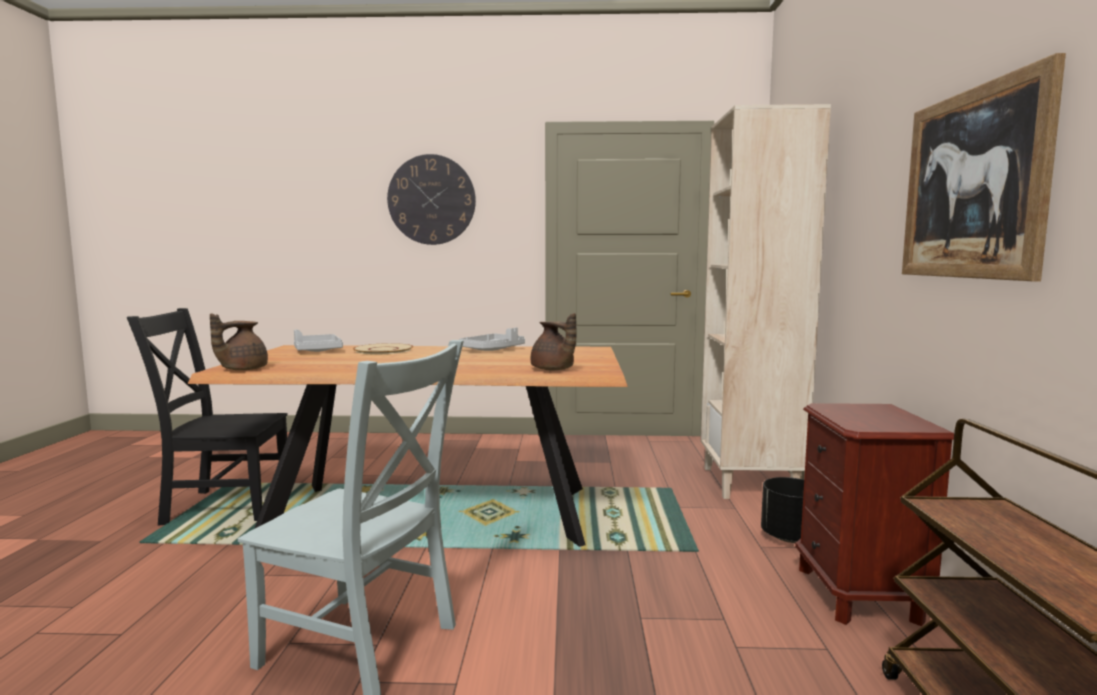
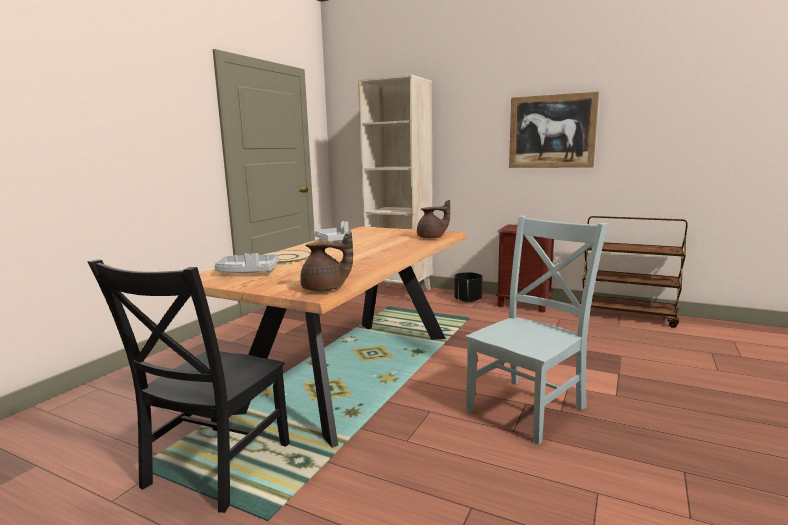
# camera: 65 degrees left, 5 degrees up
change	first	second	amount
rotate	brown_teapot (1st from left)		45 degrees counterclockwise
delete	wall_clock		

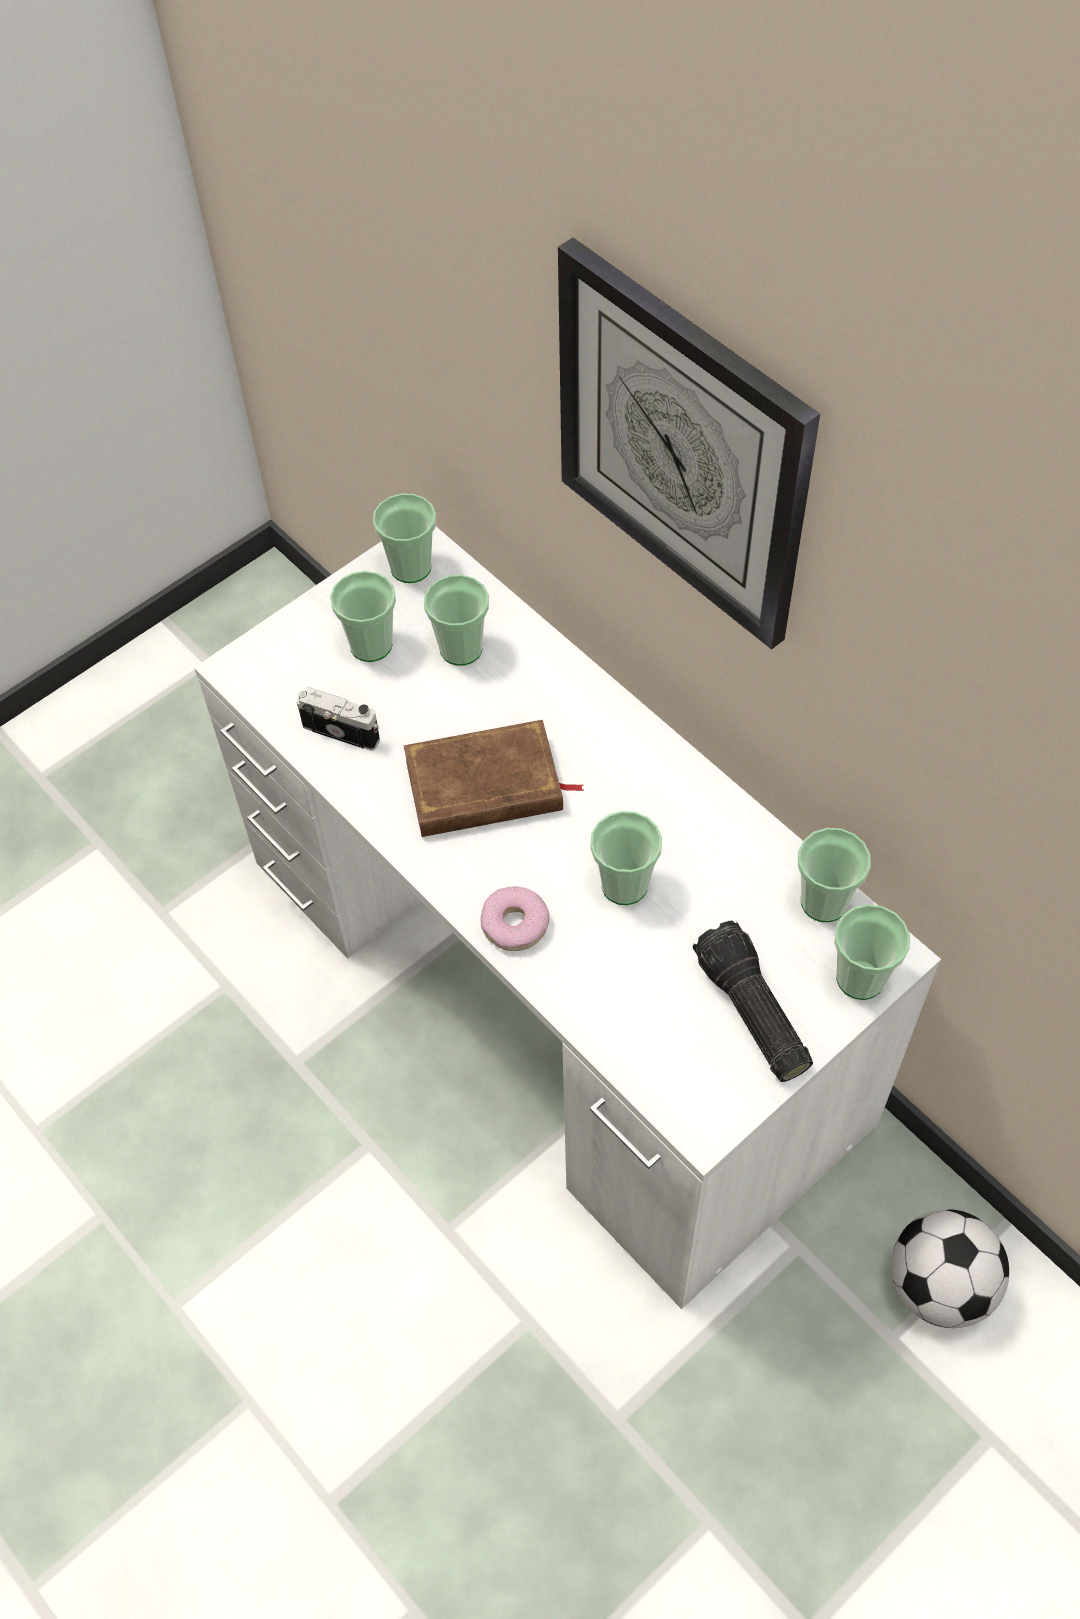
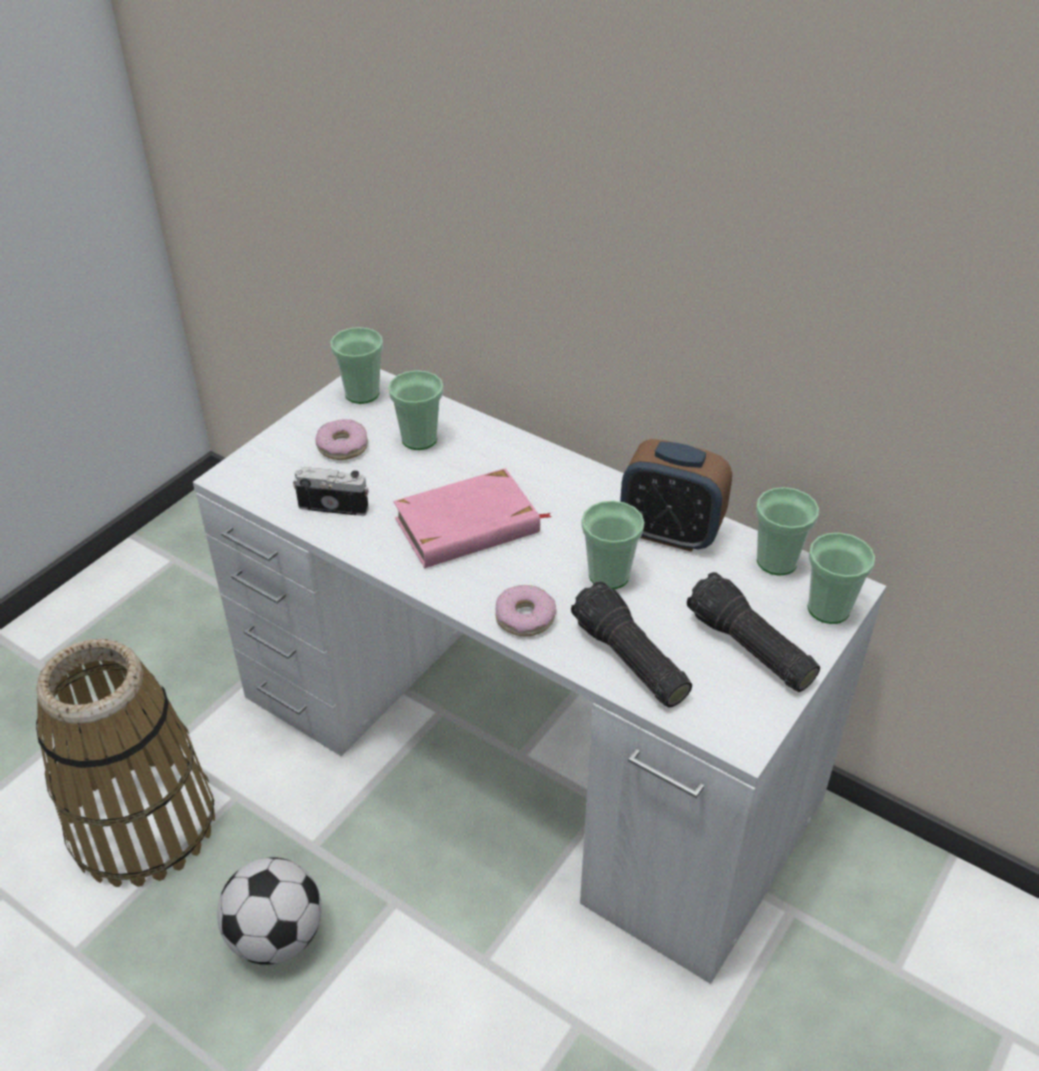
# camera: 15 degrees left, 15 degrees down
change	first	second	amount
insert		basket	
move	football		
replace	cup (1st from left)	donut (1st from left)	
recolor	brown_book	pink_book	
insert		flashlight (1st from left)	
insert		alarm_clock	
delete	wall_clock		

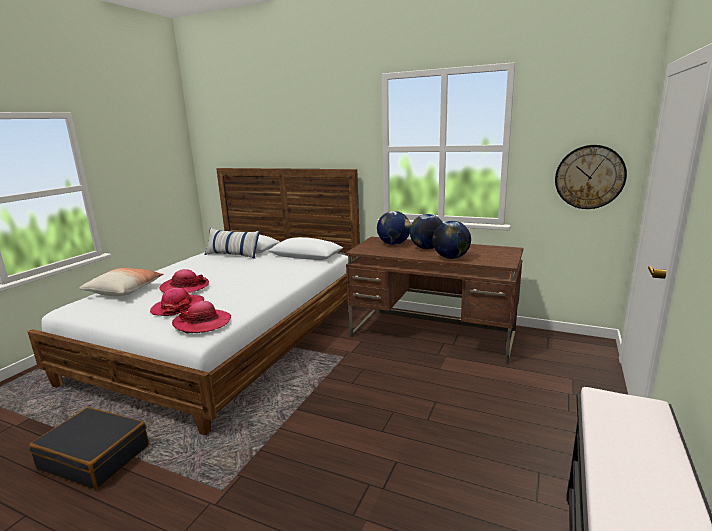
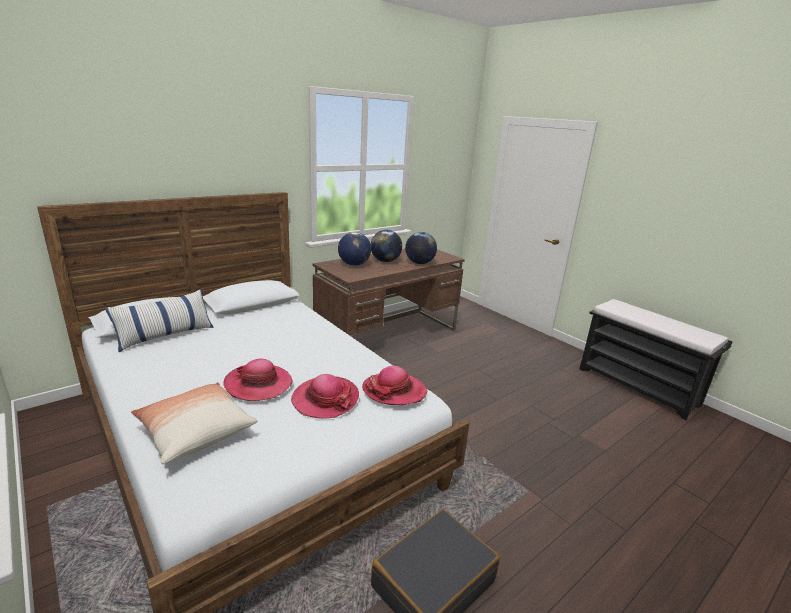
# camera: 65 degrees left, 5 degrees up
change	first	second	amount
delete	wall_clock		

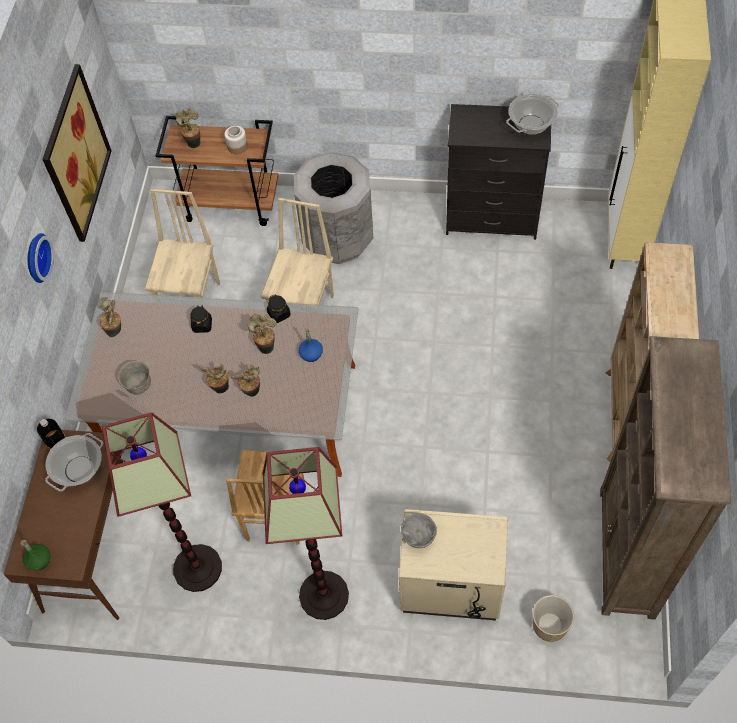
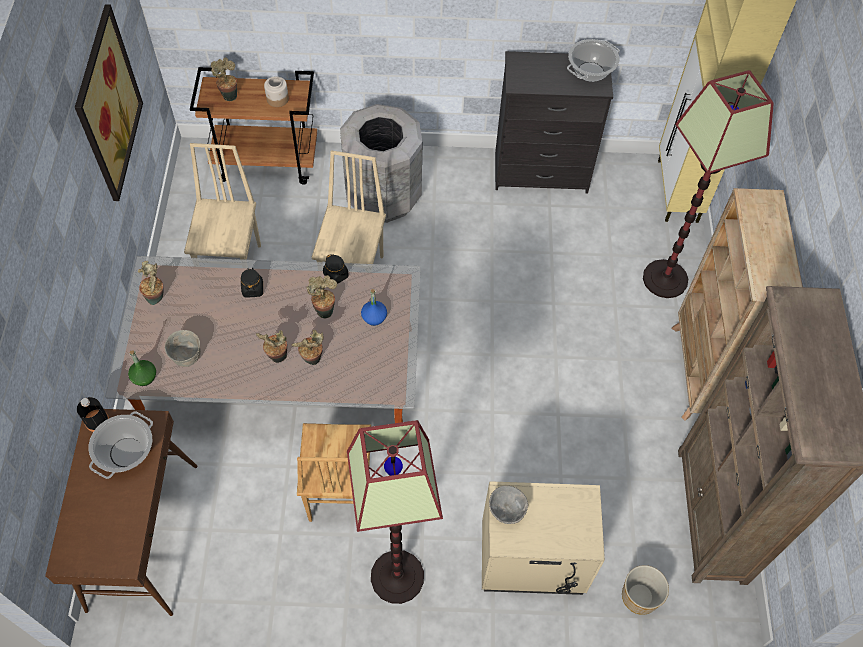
# camera: 10 degrees left, 0 degrees up
change	first	second	amount
move	green_bottle		
move	floor_lamp (1st from left in the first image)	floor_lamp (2nd from left)	
delete	wall_clock		

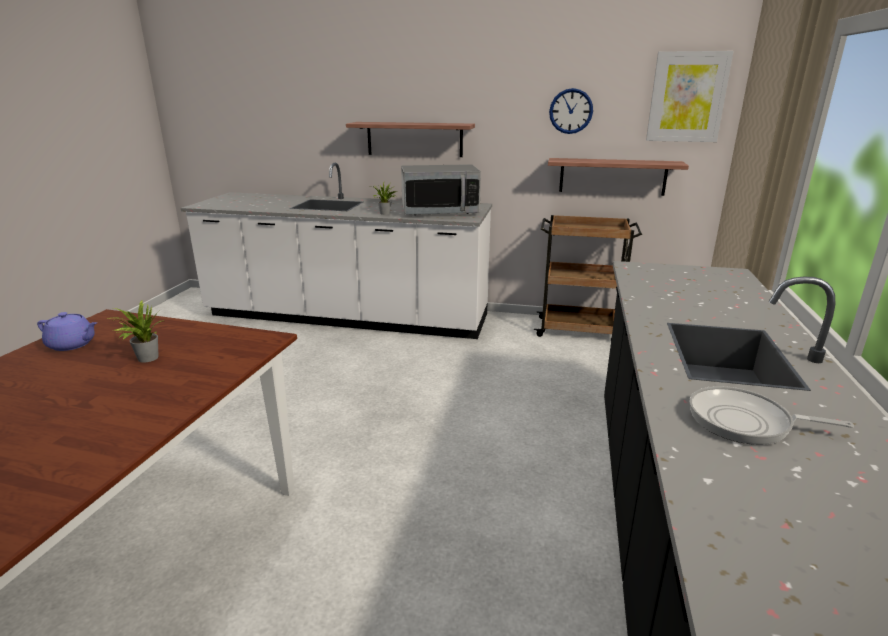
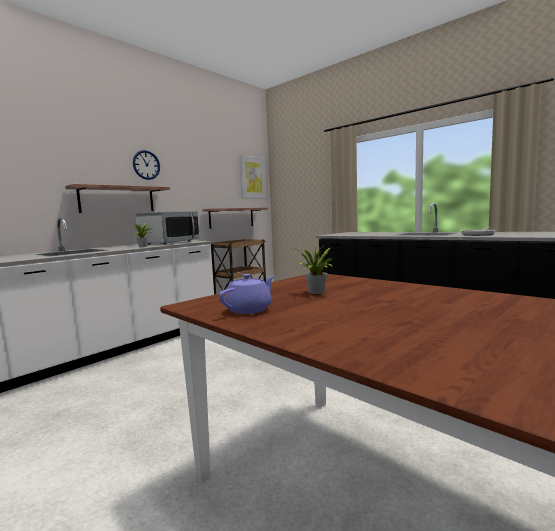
# camera: 60 degrees left, 15 degrees down
change	first	second	amount
move	wall_clock		

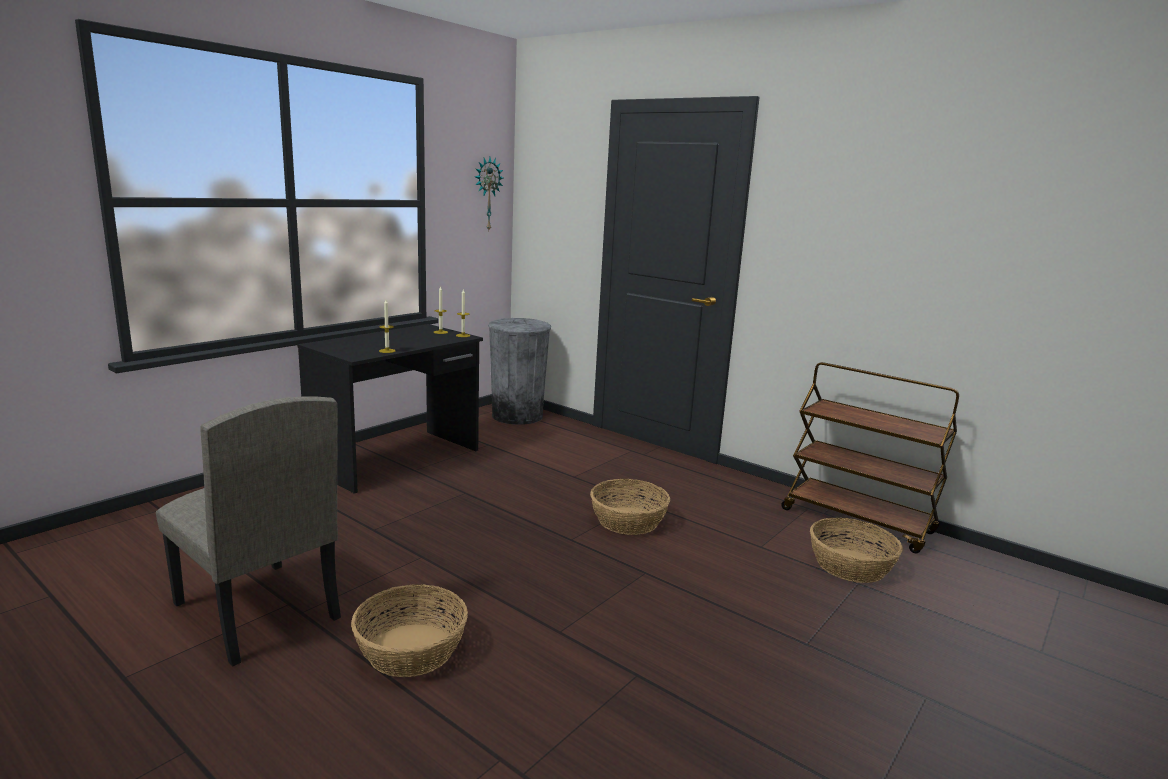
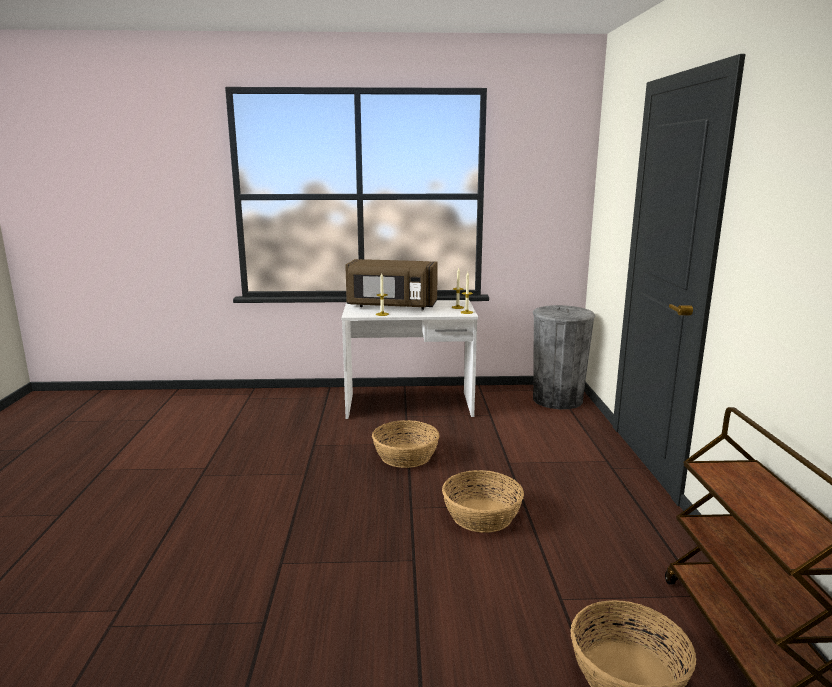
# camera: 50 degrees right, 0 degrees up
change	first	second	amount
recolor	black_desk	white_desk	
insert		brown_microwave	
move	basket (1st from left)		
delete	beige_chair		
delete	wall_clock		

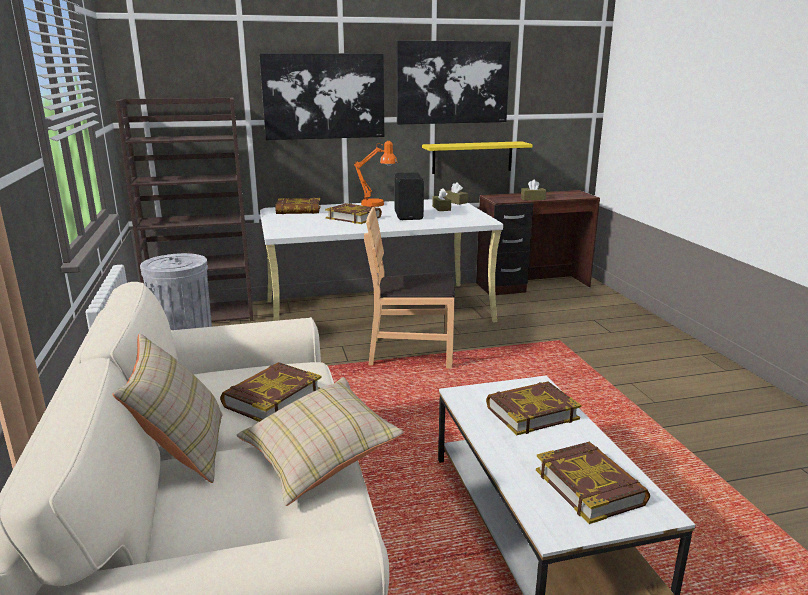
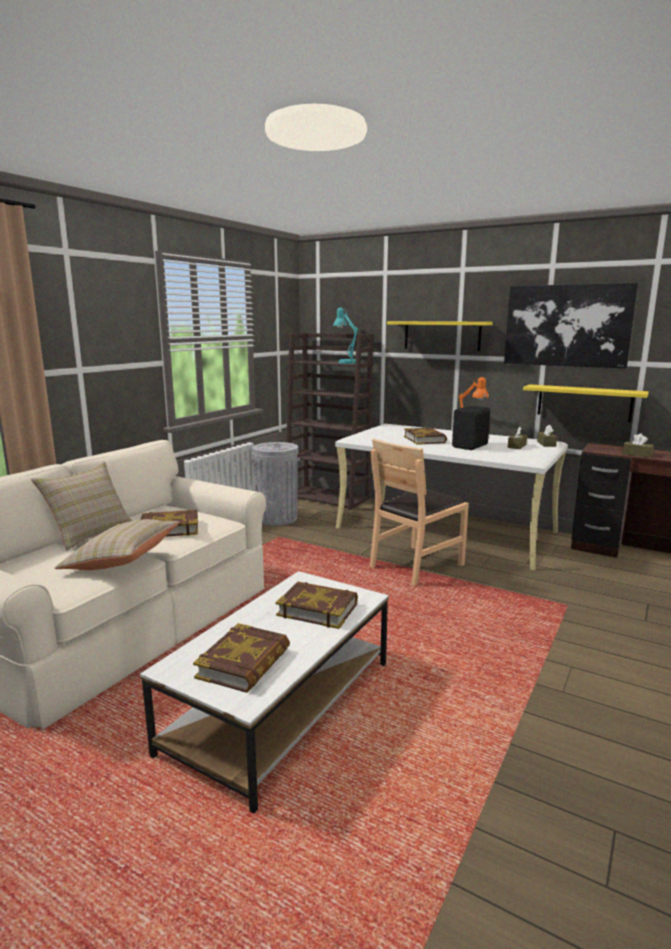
# camera: 45 degrees right, 5 degrees down
change	first	second	amount
insert		turquoise_table_lamp	
rotate	brown_chair		90 degrees counterclockwise
replace	picture (1st from left)	yellow_shelf (1st from left)	
delete	book (2nd from left)		

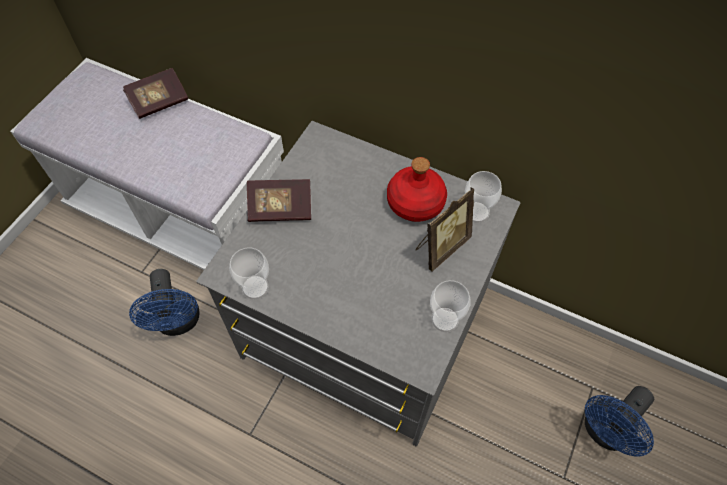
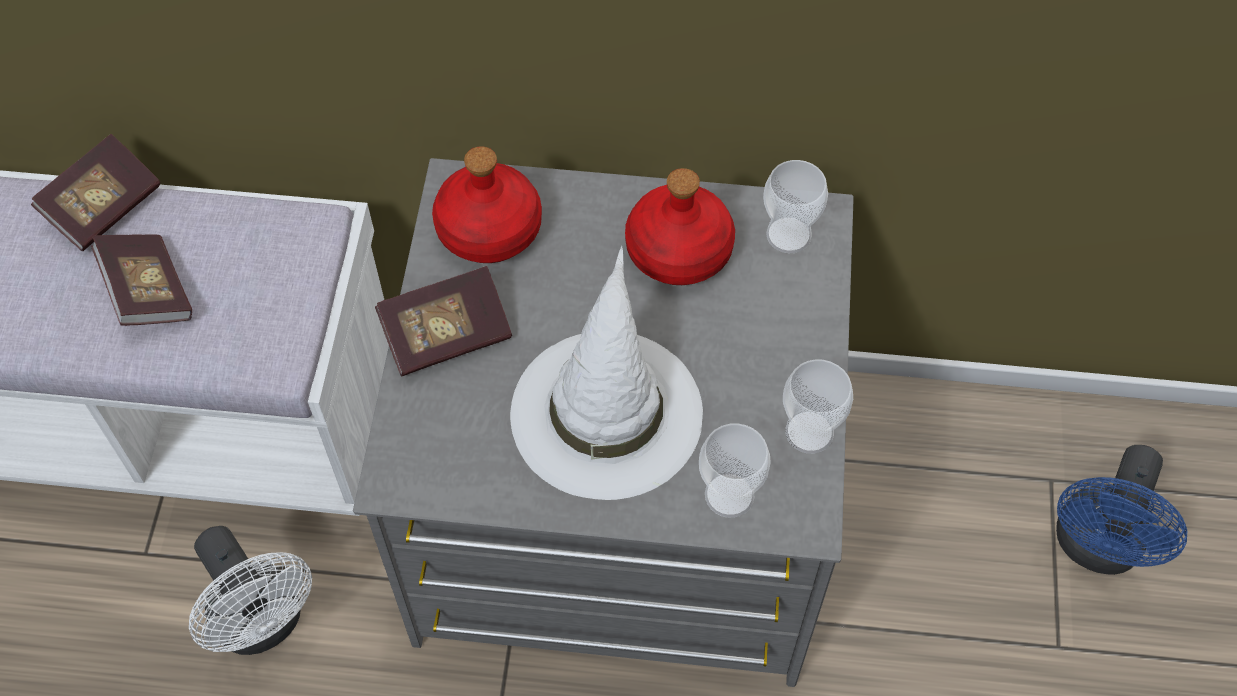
# camera: 20 degrees left, 0 degrees up
change	first	second	amount
insert		book (2nd from left)	
recolor	blue_fan (1st from left)	white_fan	
insert		red_bottle (1st from left)	
insert		white_hat	
move	cup (1st from left)		
delete	picture_frame		

